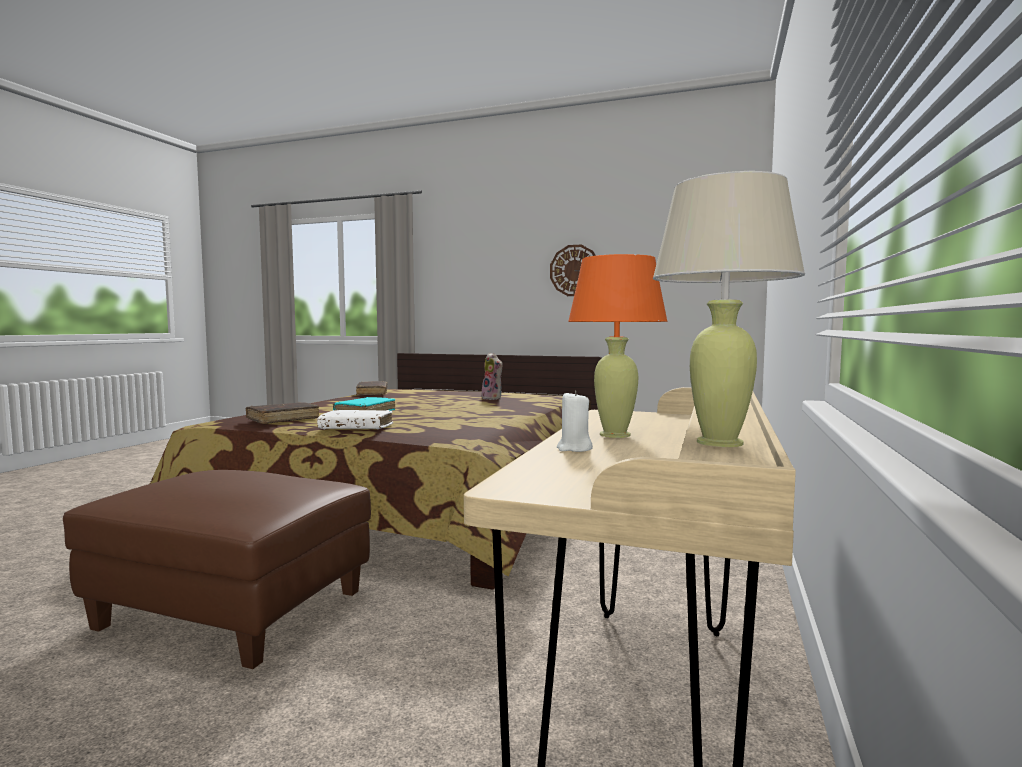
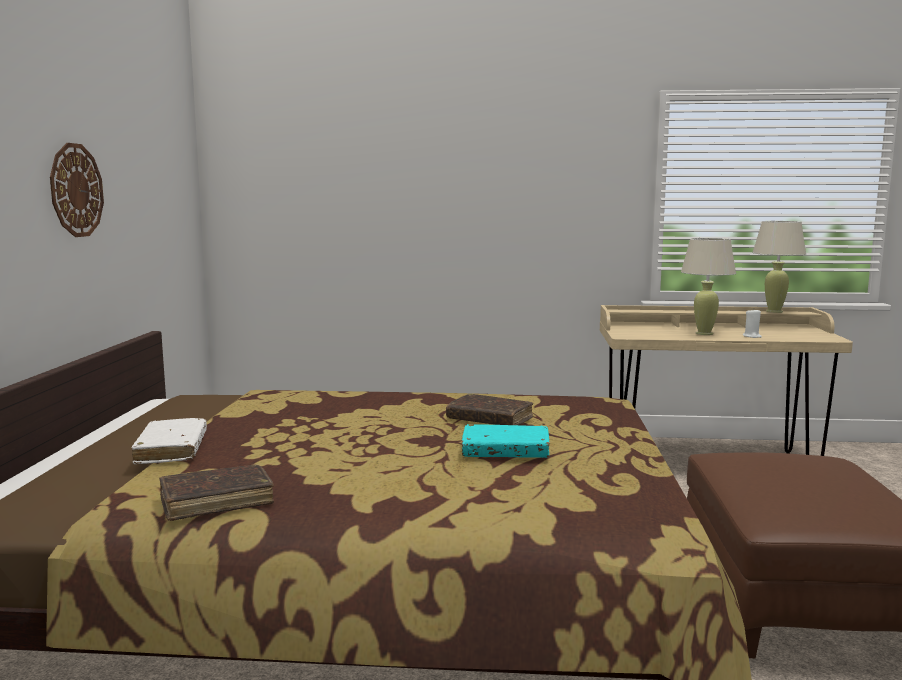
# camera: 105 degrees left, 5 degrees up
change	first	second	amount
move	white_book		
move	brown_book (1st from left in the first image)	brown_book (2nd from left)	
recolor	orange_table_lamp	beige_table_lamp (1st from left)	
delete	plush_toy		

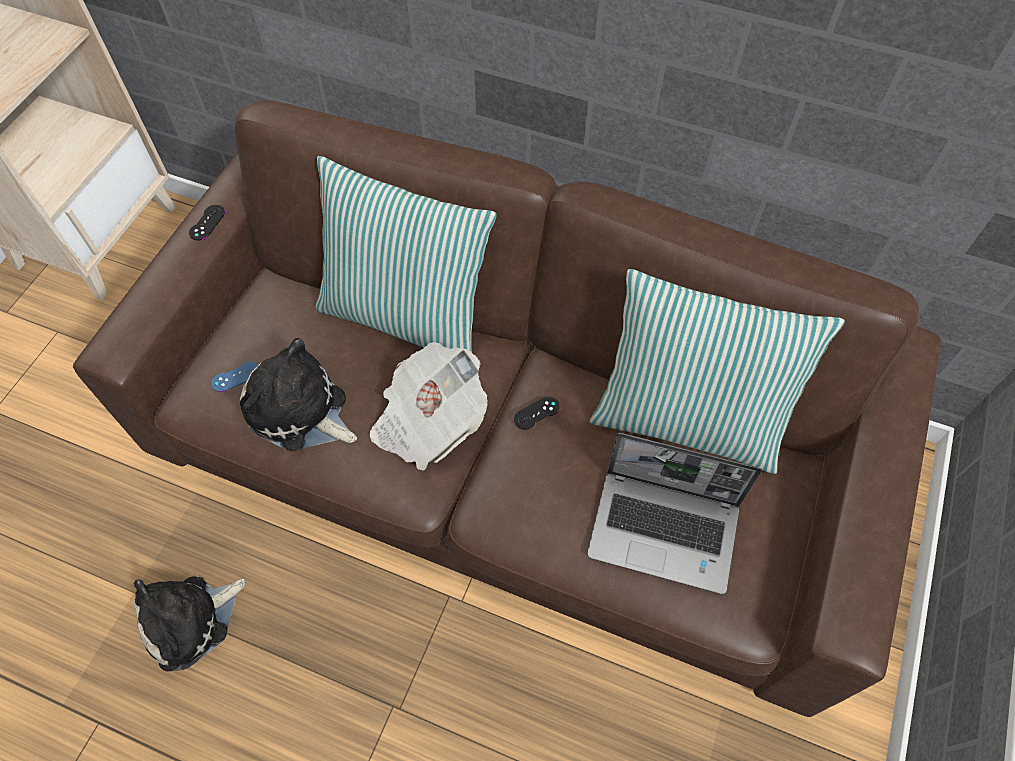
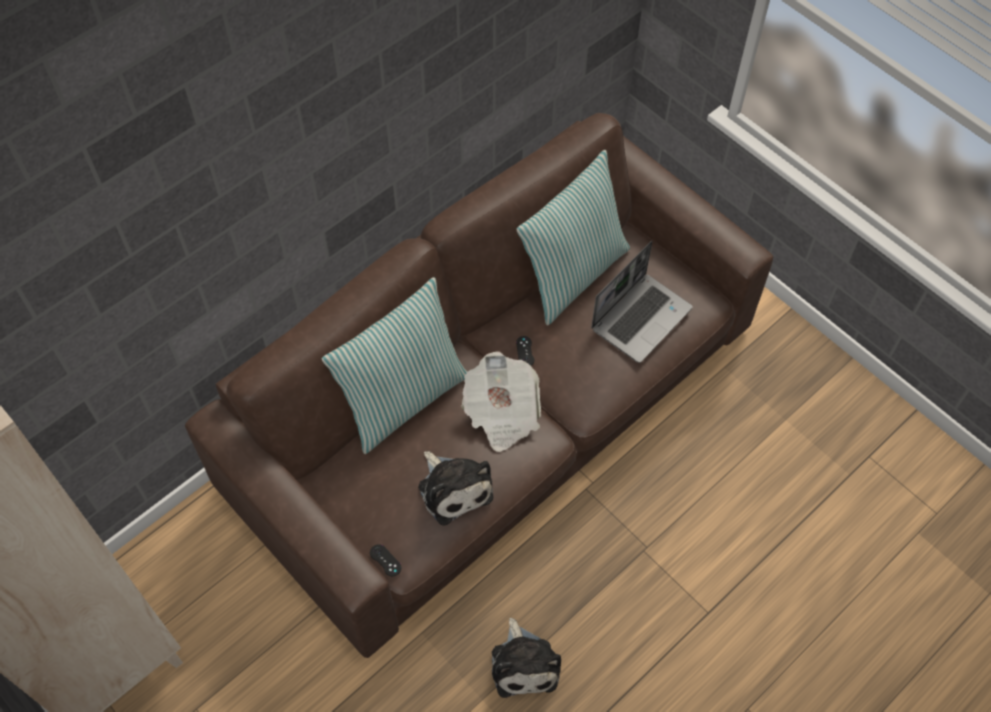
# camera: 65 degrees left, 0 degrees up
change	first	second	amount
move	black_game_controller (1st from left)		
rotate	plush_toy (2nd from left in the first image)	plush_toy (1st from left)	90 degrees counterclockwise
delete	blue_game_controller		

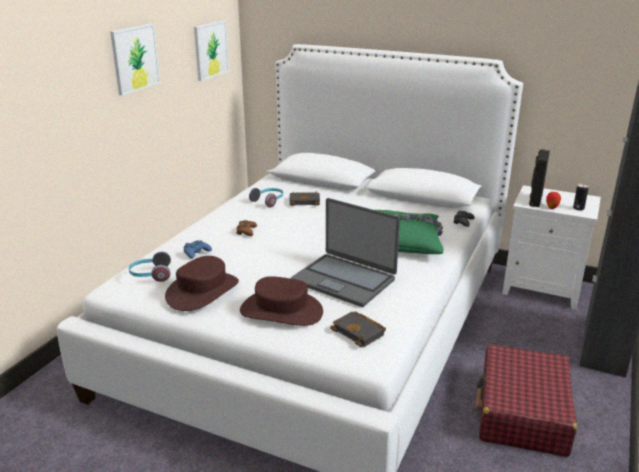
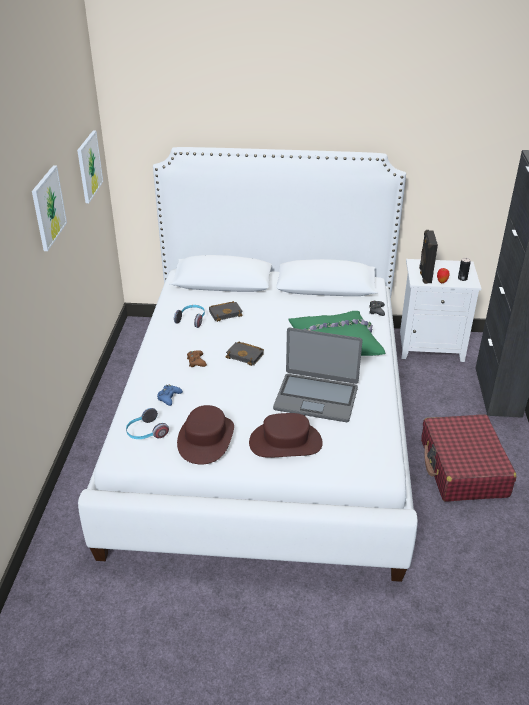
# camera: 20 degrees left, 10 degrees up
change	first	second	amount
move	black_book (2nd from left)		

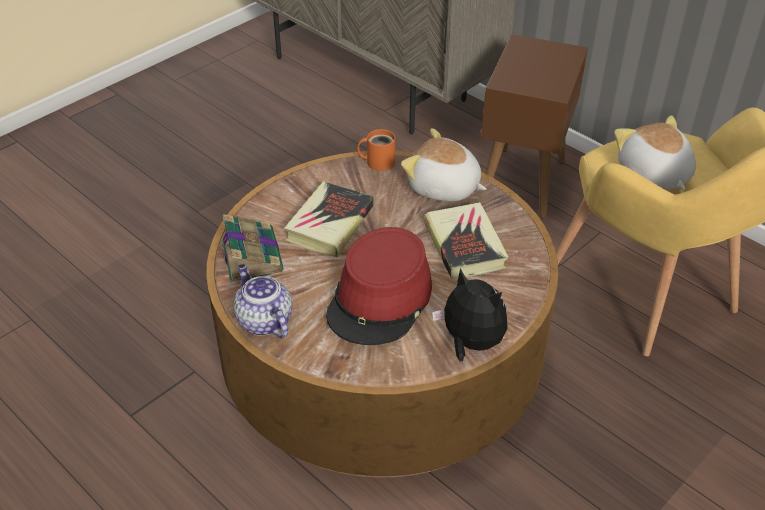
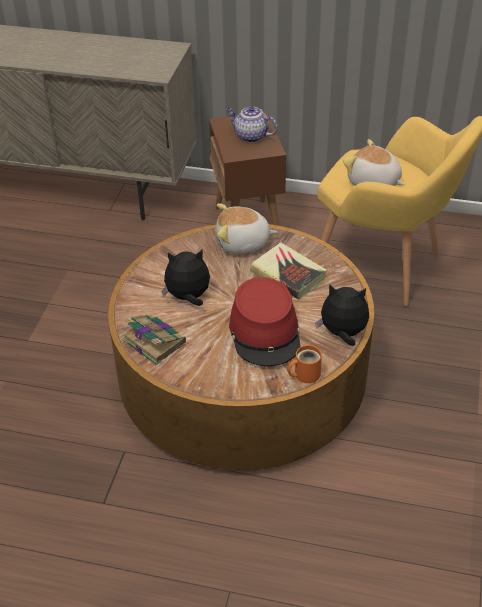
# camera: 30 degrees left, 0 degrees up
change	first	second	amount
replace	book (2nd from left)	plush_toy (1st from left)	
move	teapot		
move	orange_mug		

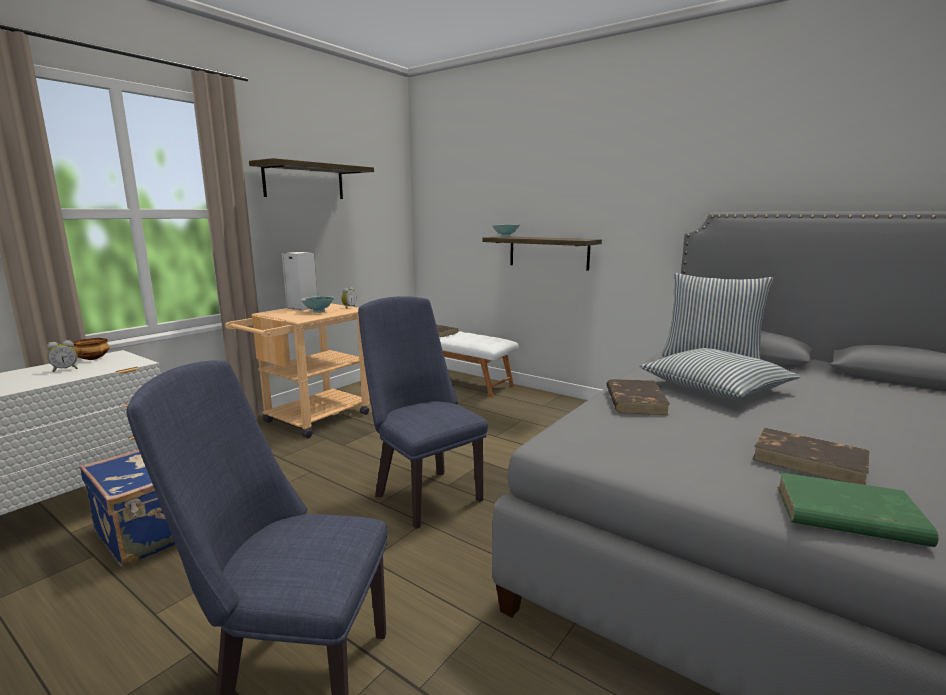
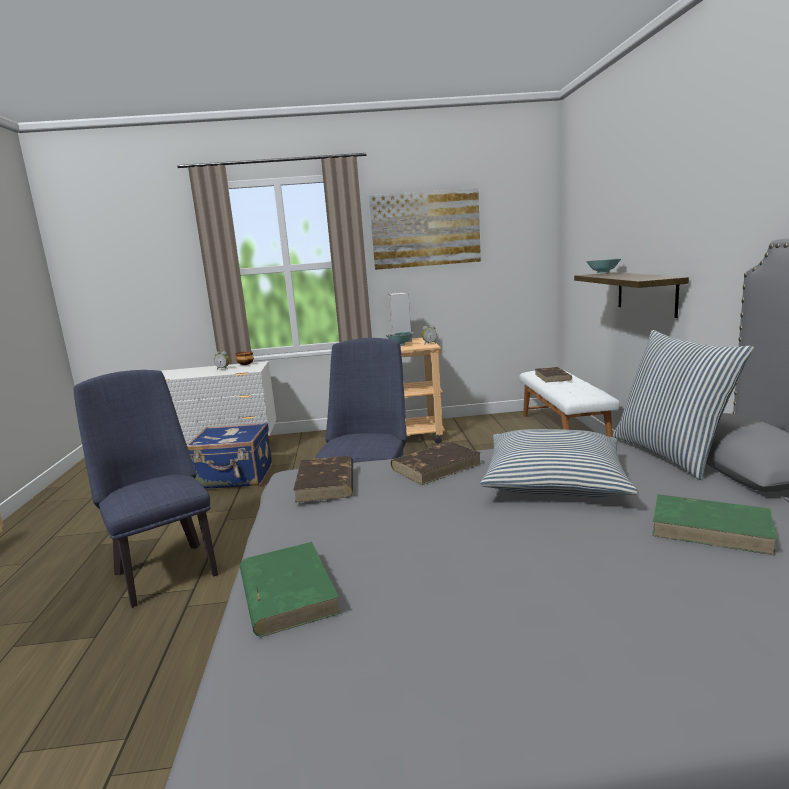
# camera: 50 degrees right, 0 degrees up
change	first	second	amount
move	brown_book (3rd from left in the first image)	brown_book (1st from left)	
replace	shelf (1st from left)	picture	
insert		green_book (2nd from left)	

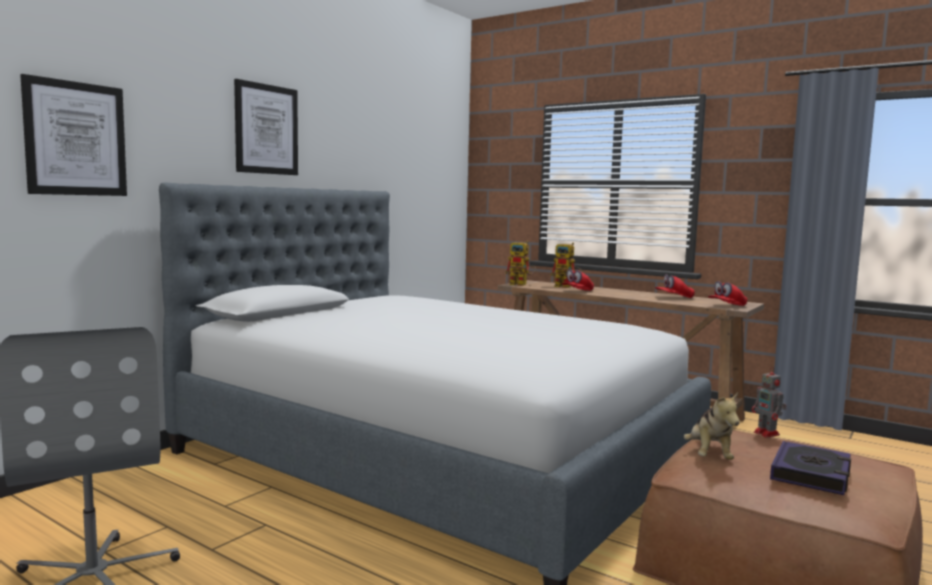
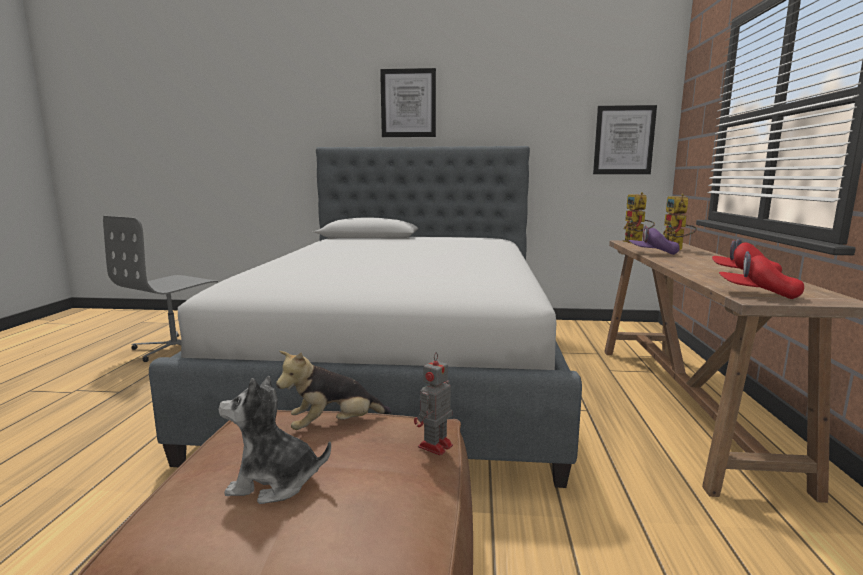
# camera: 60 degrees right, 5 degrees up
change	first	second	amount
replace	book	plush_toy (1st from left)	
move	picture (1st from left in the first image)	picture (2nd from left)	
recolor	red_cap (1st from left)	purple_cap	

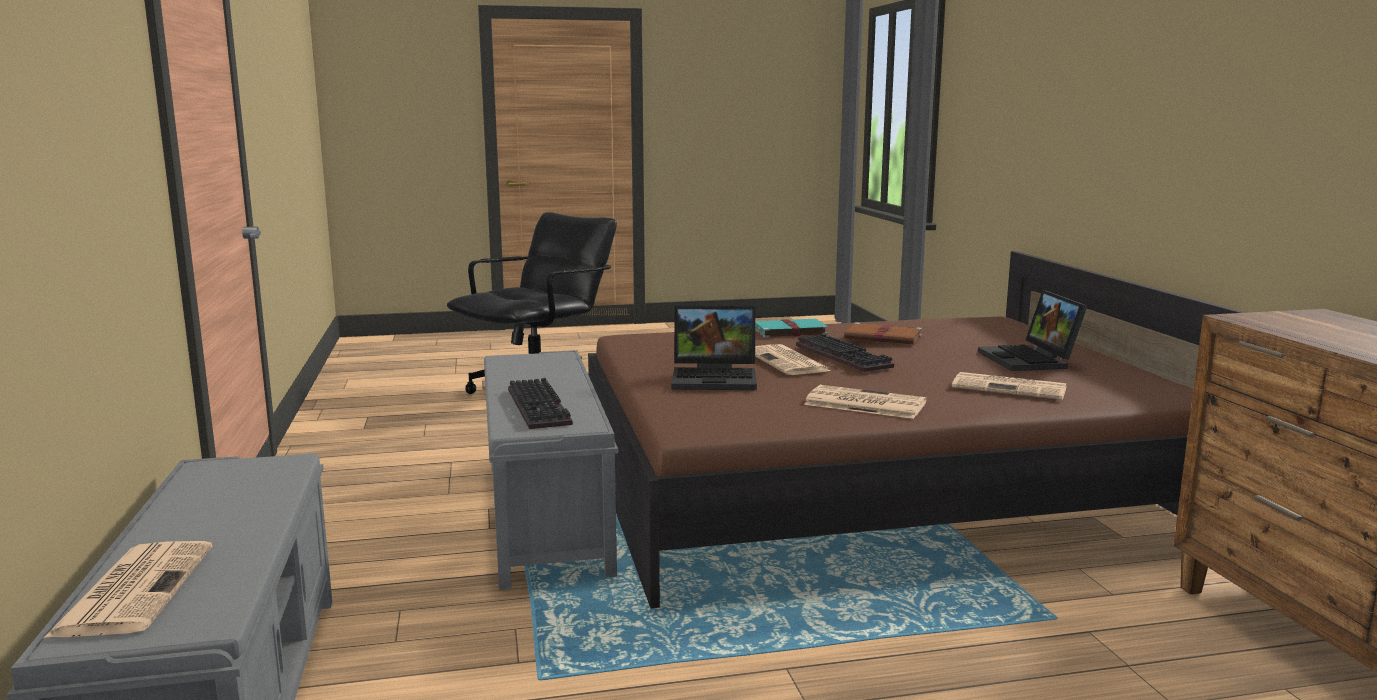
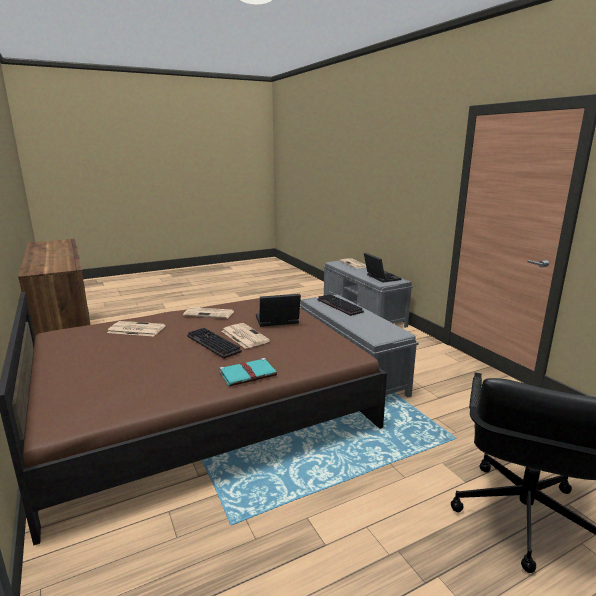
# camera: 165 degrees right, 5 degrees up
change	first	second	amount
move	laptop (2nd from left)		
delete	brown_book		

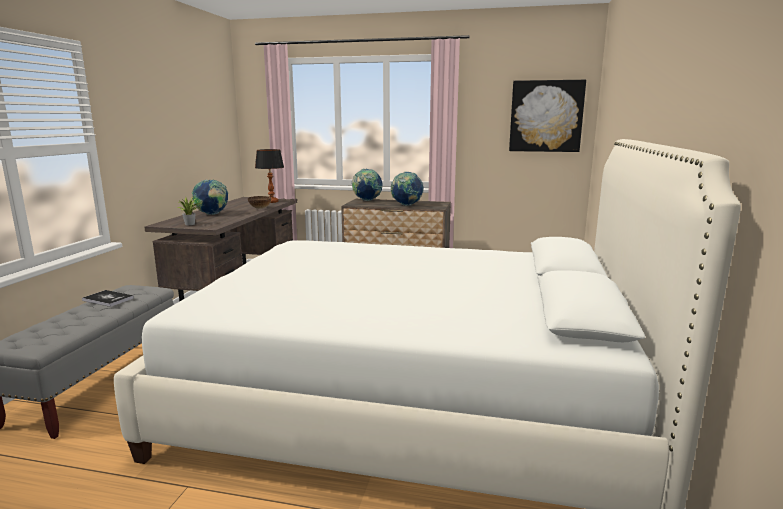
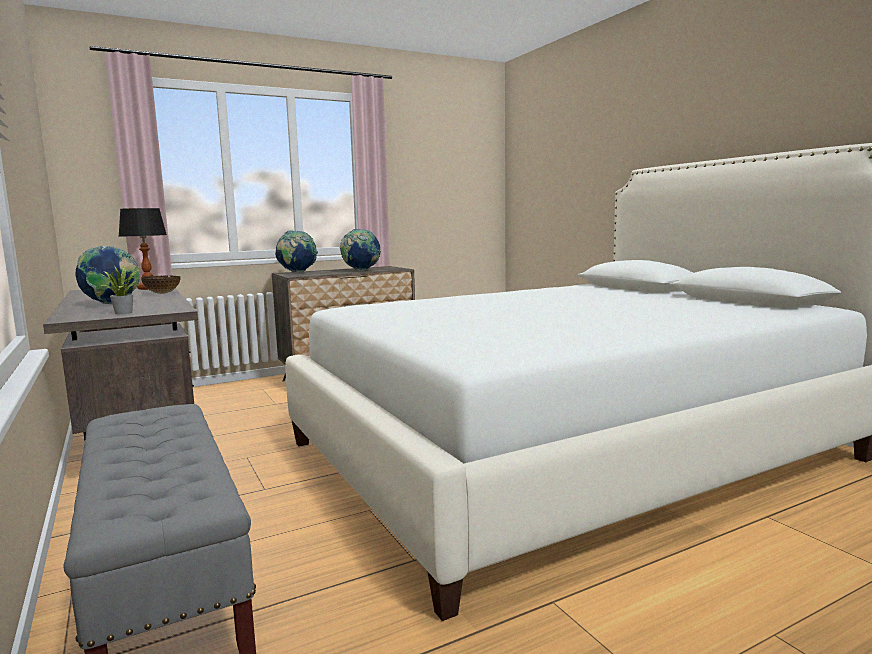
# camera: 40 degrees left, 5 degrees down
change	first	second	amount
delete	book		
delete	picture		

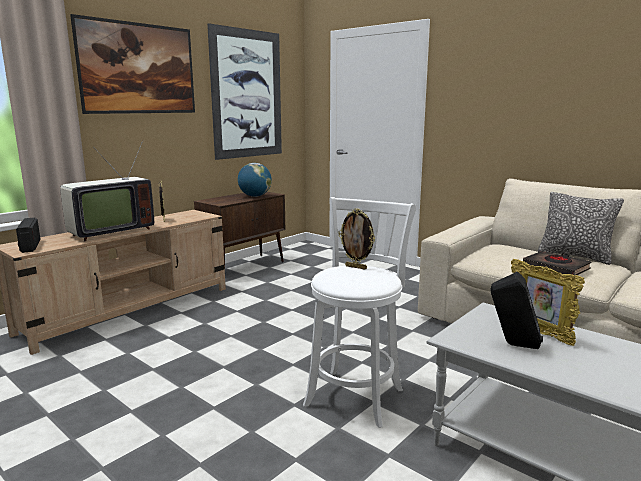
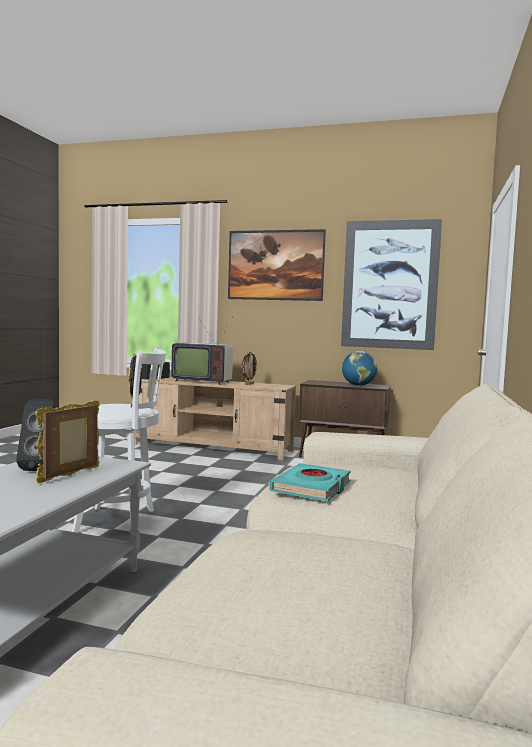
# camera: 65 degrees right, 10 degrees down
change	first	second	amount
recolor	black_book	turquoise_book	
delete	pillow		

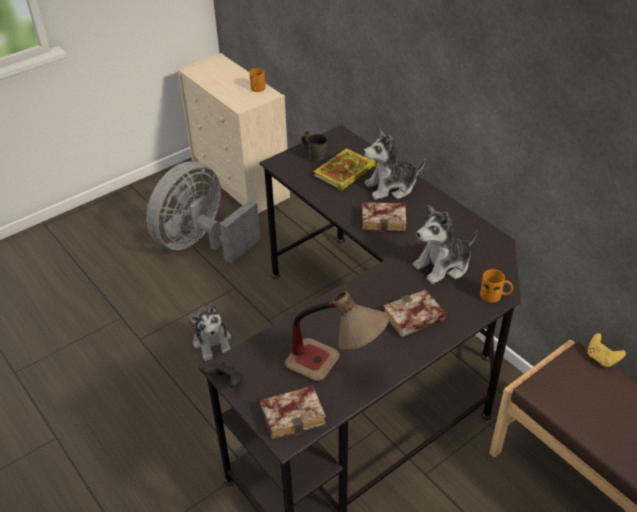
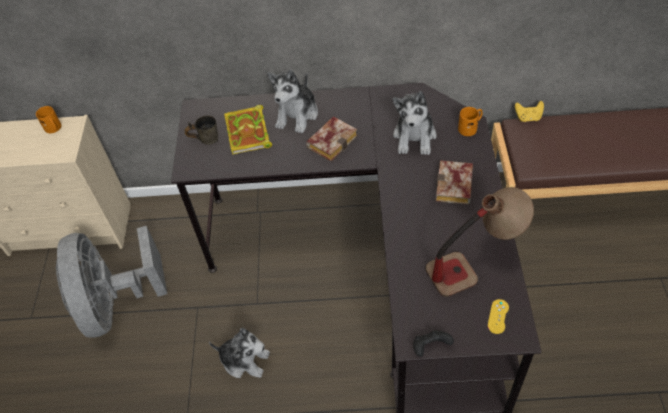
# camera: 50 degrees left, 10 degrees up
change	first	second	amount
replace	book (1st from left)	yellow_game_controller (1st from left)	

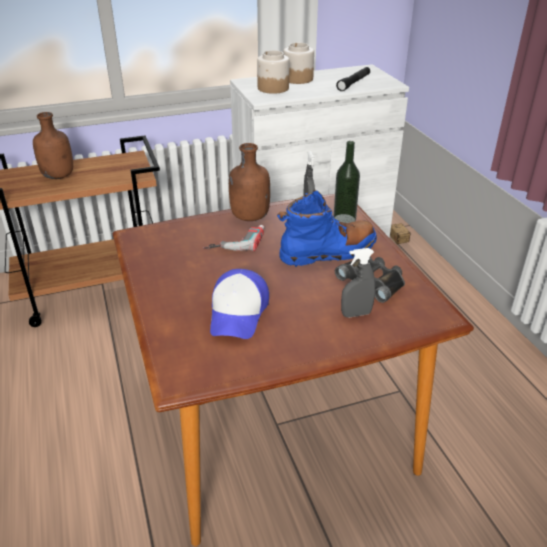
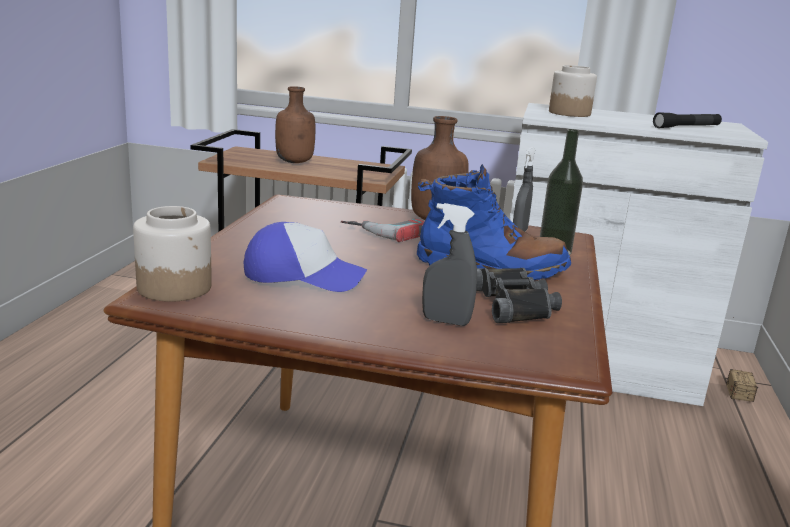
# camera: 30 degrees right, 15 degrees down
change	first	second	amount
move	jar (2nd from left in the first image)	jar (1st from left)	
rotate	cap		120 degrees counterclockwise

